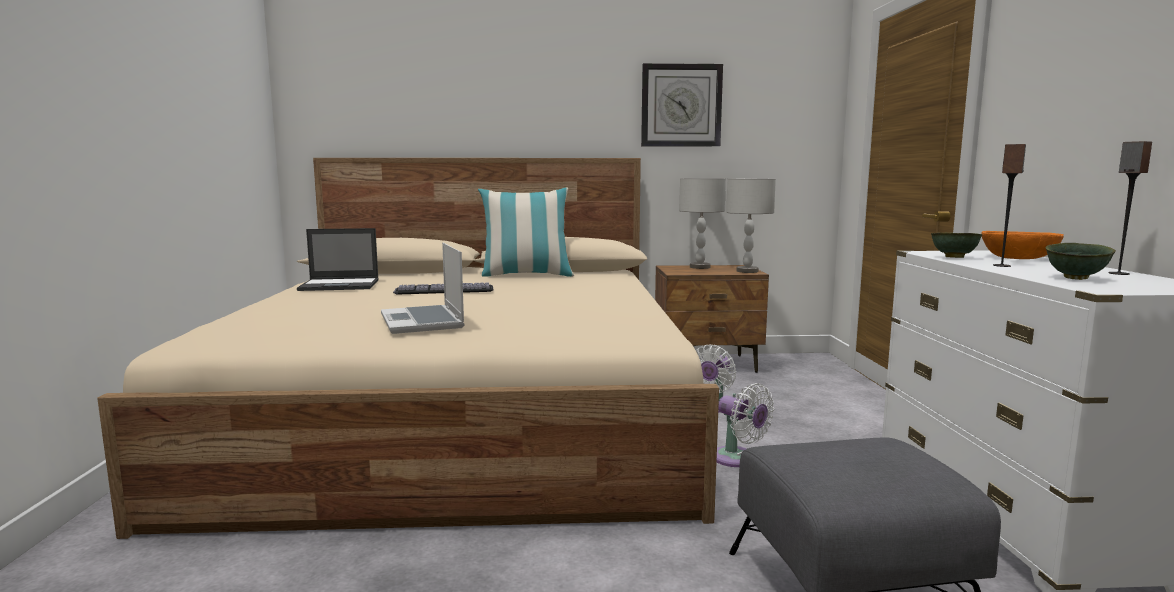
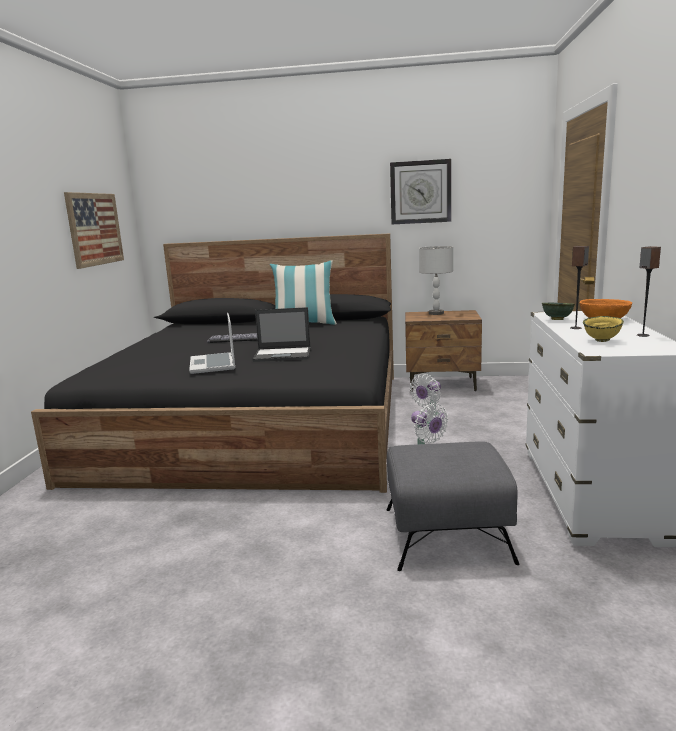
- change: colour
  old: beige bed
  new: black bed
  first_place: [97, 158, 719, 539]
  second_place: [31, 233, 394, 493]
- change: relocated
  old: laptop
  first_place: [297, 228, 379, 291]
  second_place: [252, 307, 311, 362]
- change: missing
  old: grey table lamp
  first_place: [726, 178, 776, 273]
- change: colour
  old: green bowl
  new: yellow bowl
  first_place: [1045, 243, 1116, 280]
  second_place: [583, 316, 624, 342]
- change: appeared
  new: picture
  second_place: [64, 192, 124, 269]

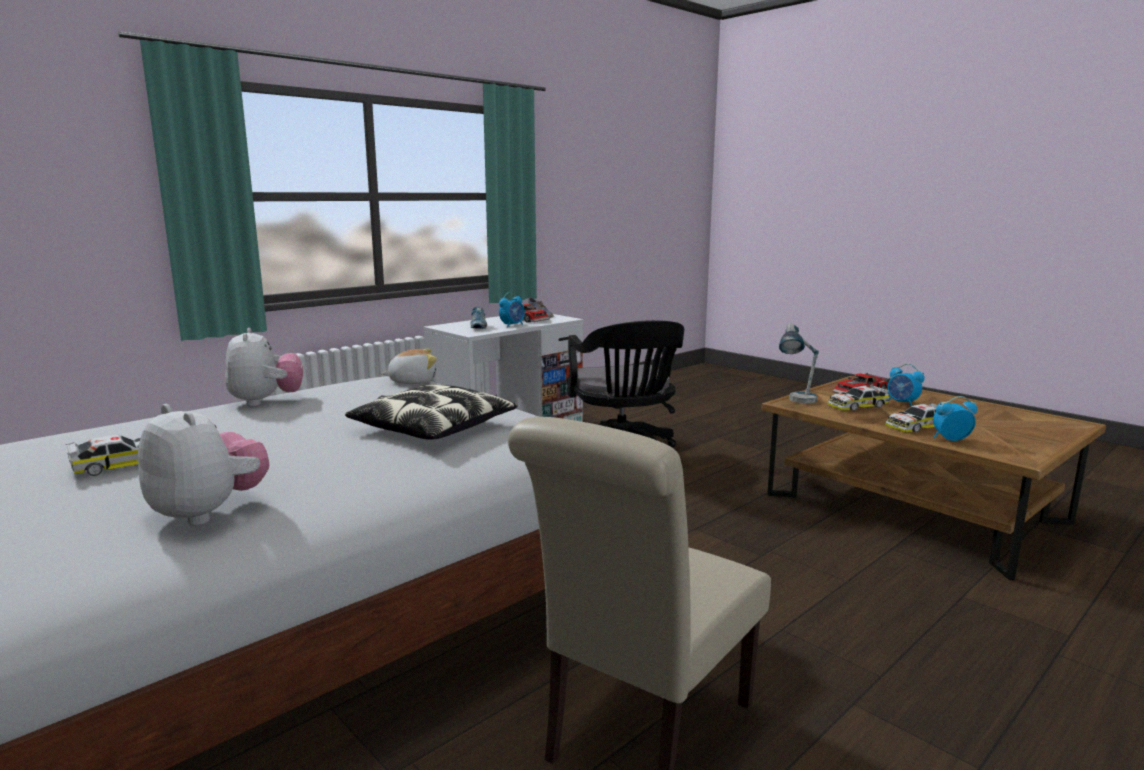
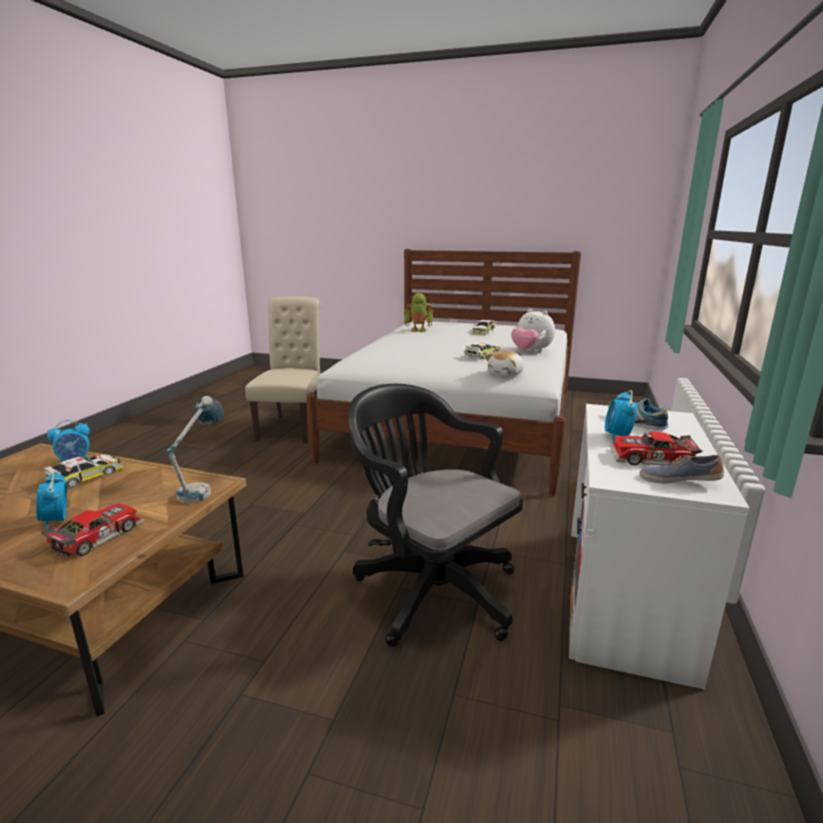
- change: exchanged
  old: plush toy
  new: toy robot
  first_place: [138, 404, 269, 526]
  second_place: [404, 293, 434, 332]
- change: missing
  old: pillow
  first_place: [345, 384, 518, 439]
- change: relocated
  old: toy car
  first_place: [827, 385, 890, 411]
  second_place: [465, 342, 500, 359]
- change: spun
  old: alarm clock
  first_place: [887, 364, 924, 406]
  second_place: [36, 471, 67, 530]
  degrees: -135

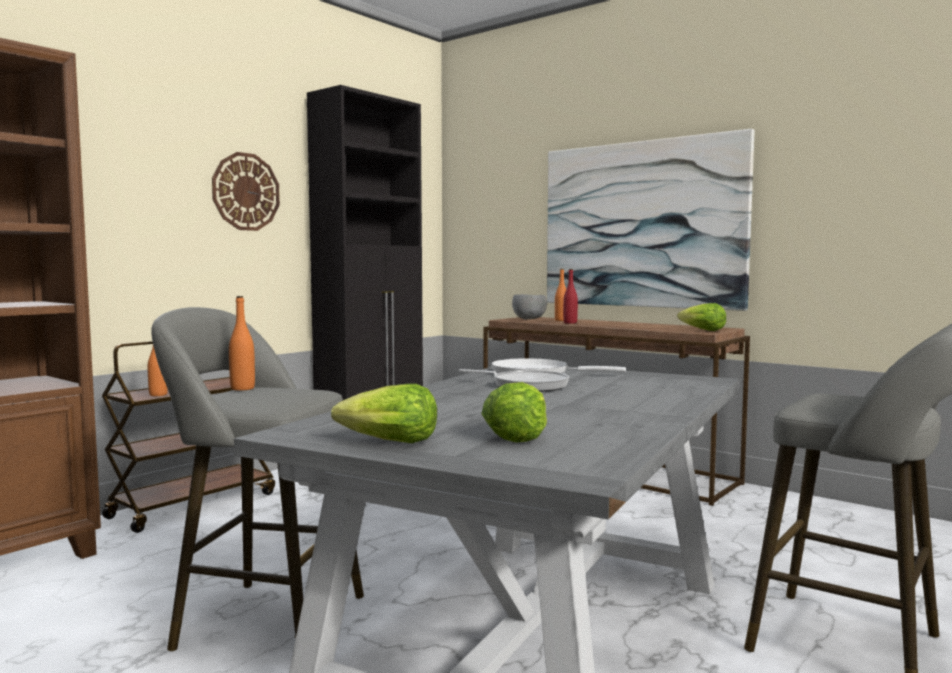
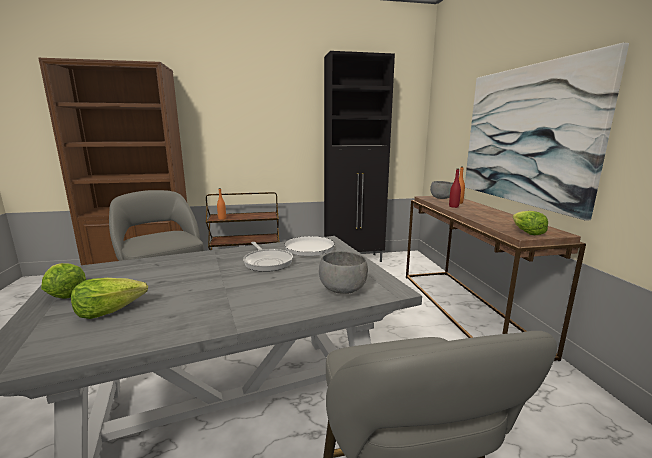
- change: missing
  old: wall clock
  first_place: [212, 152, 280, 231]
- change: missing
  old: orange bottle
  first_place: [229, 296, 255, 391]
- change: appeared
  new: grey bowl
  second_place: [319, 251, 368, 294]

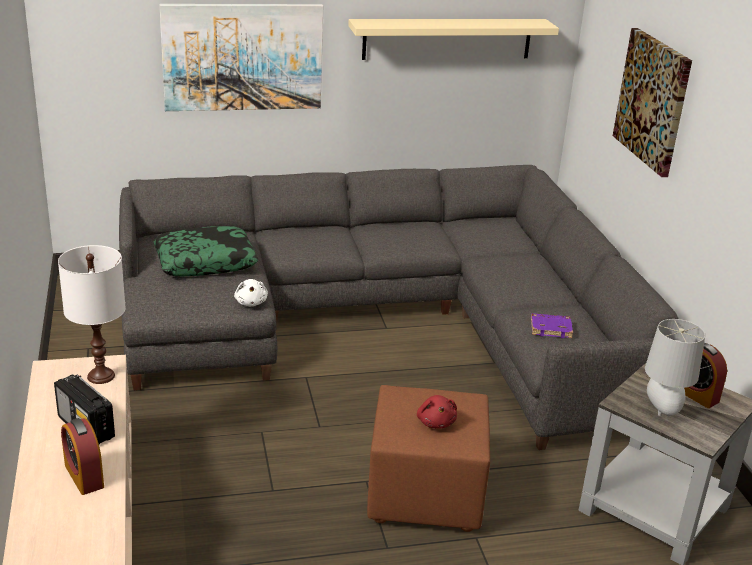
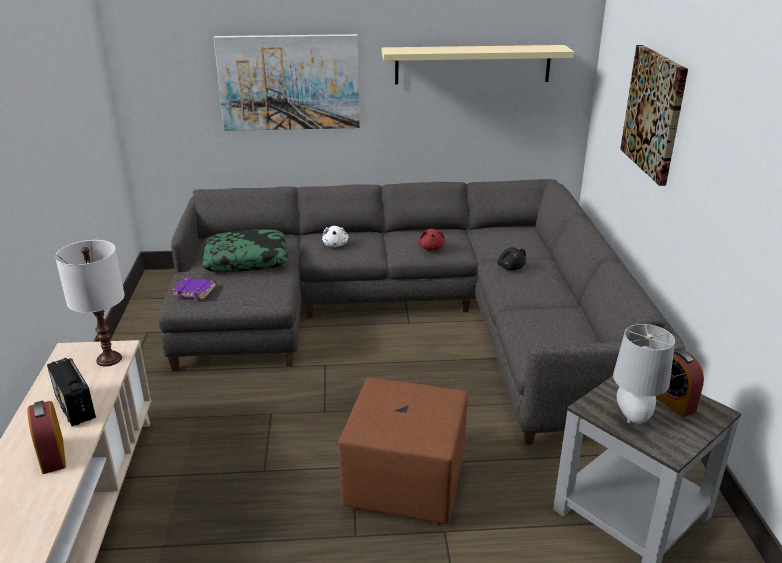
- change: relocated
  old: white plush toy
  first_place: [234, 279, 268, 306]
  second_place: [322, 226, 349, 247]
- change: relocated
  old: red plush toy
  first_place: [417, 395, 457, 429]
  second_place: [418, 229, 445, 250]
- change: relocated
  old: purple book
  first_place: [531, 313, 573, 338]
  second_place: [172, 278, 216, 299]
- change: appeared
  new: black plush toy
  second_place: [498, 247, 526, 270]

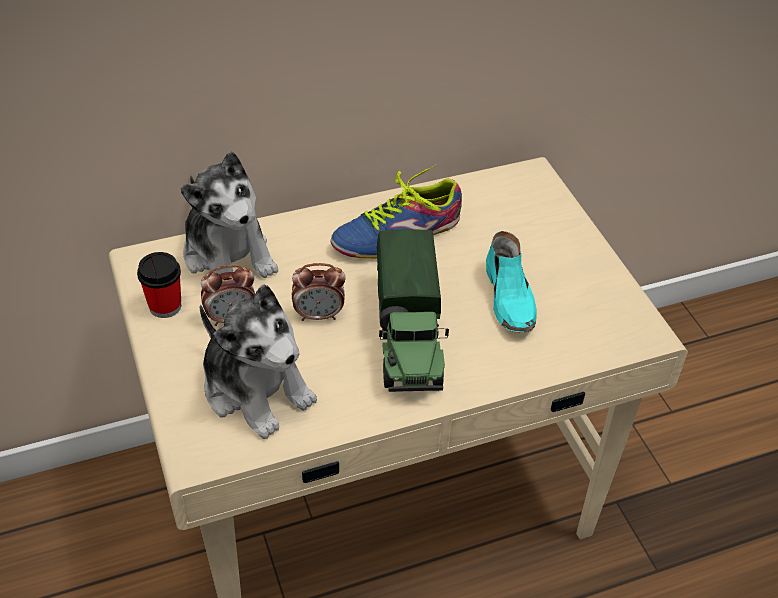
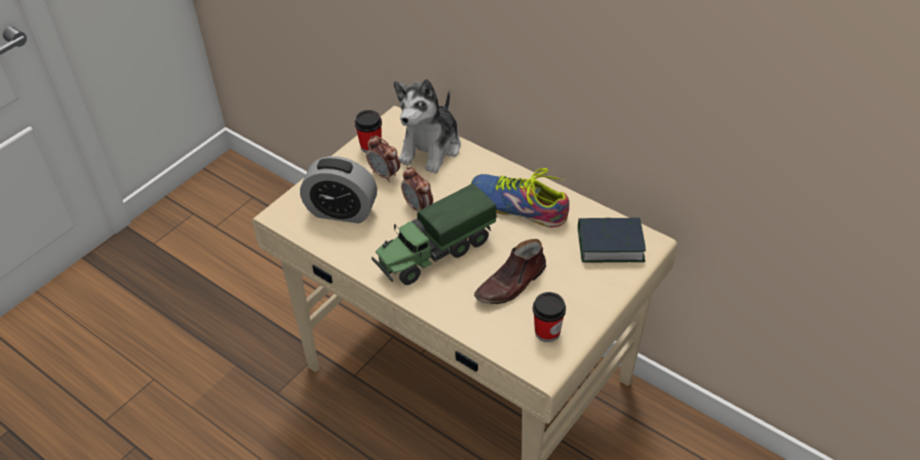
- change: exchanged
  old: plush toy
  new: alarm clock
  first_place: [200, 285, 317, 439]
  second_place: [300, 156, 377, 223]
- change: colour
  old: turquoise shoe
  new: brown shoe
  first_place: [486, 231, 537, 333]
  second_place: [474, 239, 546, 304]
- change: appeared
  new: cup
  second_place: [533, 292, 566, 342]
- change: appeared
  new: book
  second_place: [578, 218, 646, 262]

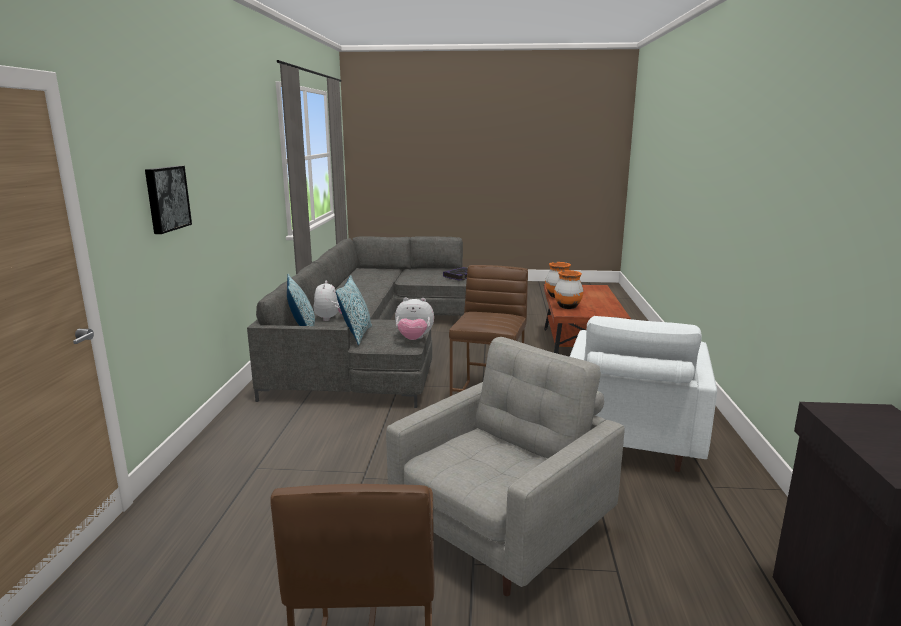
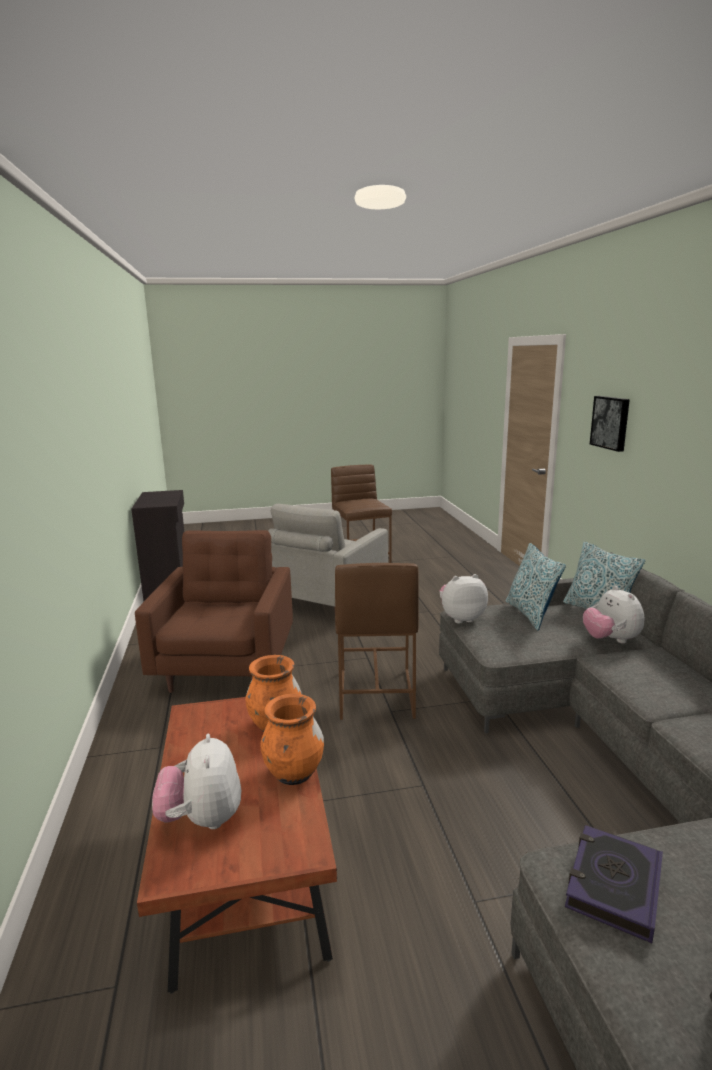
- change: colour
  old: white armchair
  new: brown armchair
  first_place: [569, 316, 717, 472]
  second_place: [135, 530, 293, 693]
- change: appeared
  new: plush toy
  second_place: [152, 734, 241, 829]

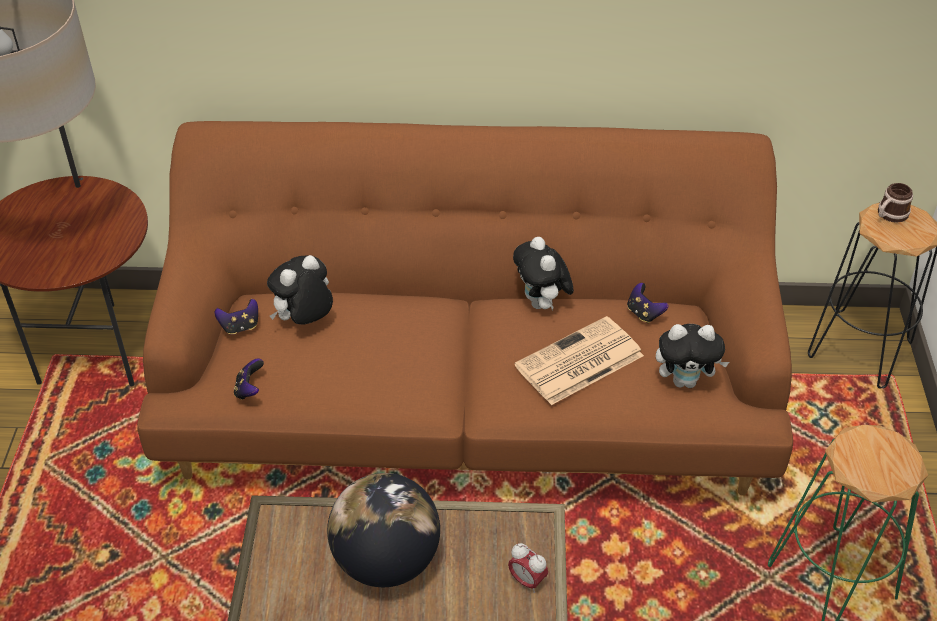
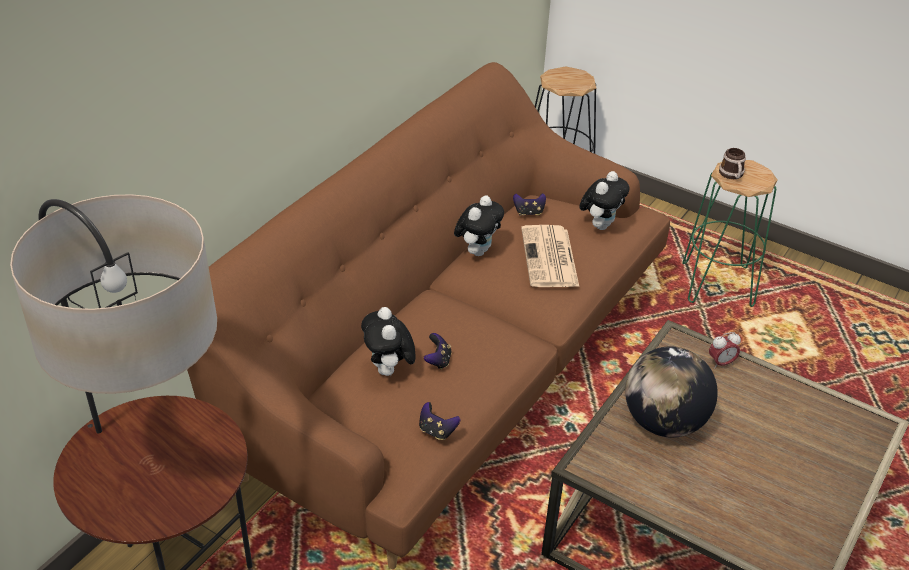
- change: relocated
  old: game controller
  first_place: [215, 299, 258, 334]
  second_place: [424, 333, 452, 370]
- change: spun
  old: plush toy
  first_place: [513, 237, 574, 310]
  second_place: [454, 195, 504, 256]
  degrees: -75
- change: relocated
  old: mug
  first_place: [878, 183, 913, 223]
  second_place: [719, 148, 746, 179]

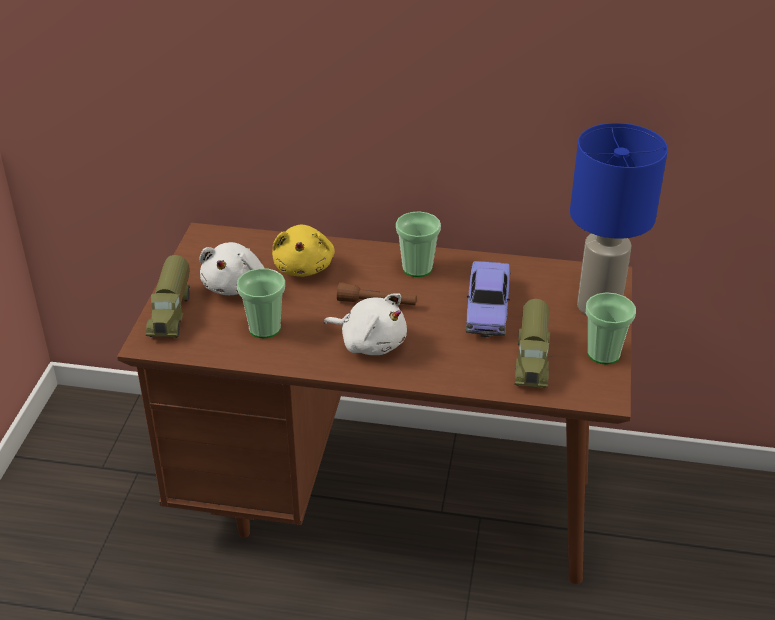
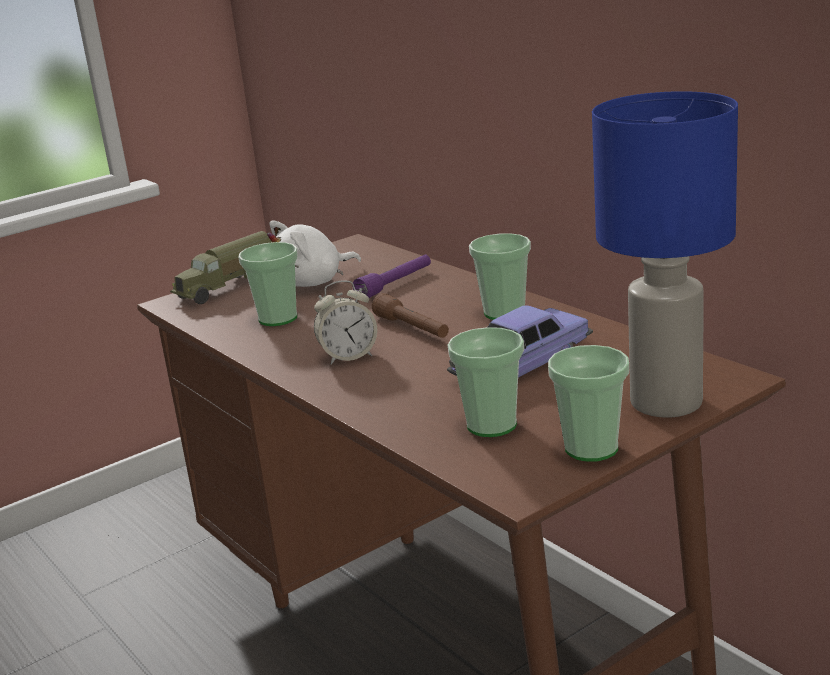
- change: exchanged
  old: yellow plush toy
  new: purple flashlight
  first_place: [272, 225, 335, 277]
  second_place: [353, 255, 431, 298]
- change: exchanged
  old: white plush toy
  new: alarm clock
  first_place: [324, 293, 407, 355]
  second_place: [314, 280, 377, 365]
- change: exchanged
  old: toy truck
  new: cup
  first_place: [515, 299, 553, 388]
  second_place: [448, 327, 524, 437]

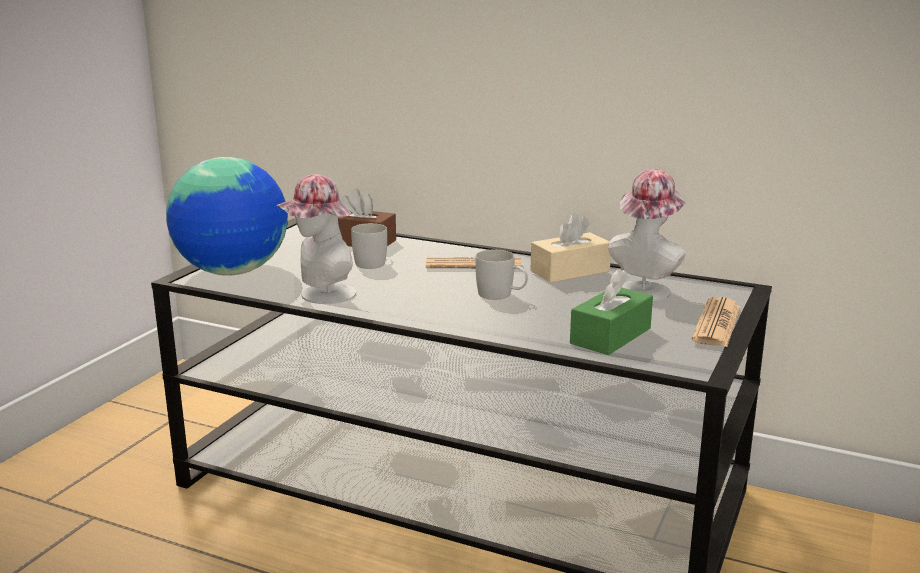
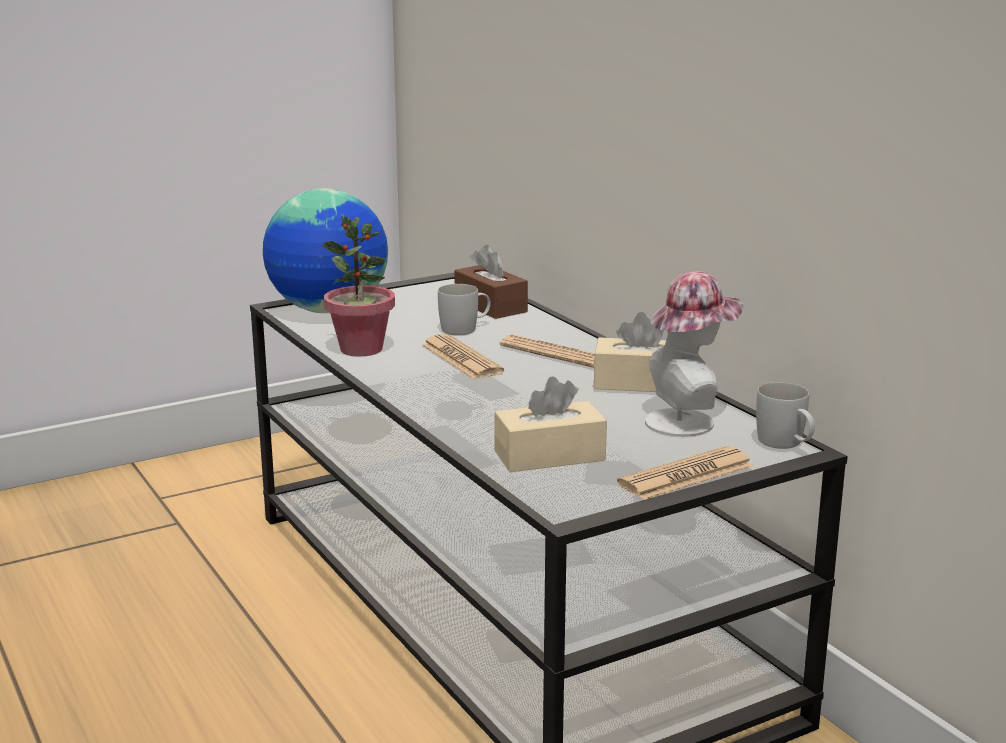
- change: exchanged
  old: hat
  new: potted plant
  first_place: [276, 174, 356, 304]
  second_place: [322, 216, 395, 356]
- change: relocated
  old: white mug
  first_place: [475, 250, 528, 300]
  second_place: [756, 382, 815, 449]
- change: colour
  old: green tissue box
  new: beige tissue box
  first_place: [570, 269, 653, 355]
  second_place: [494, 376, 607, 472]
- change: appeared
  new: newspaper
  second_place: [422, 334, 504, 379]

